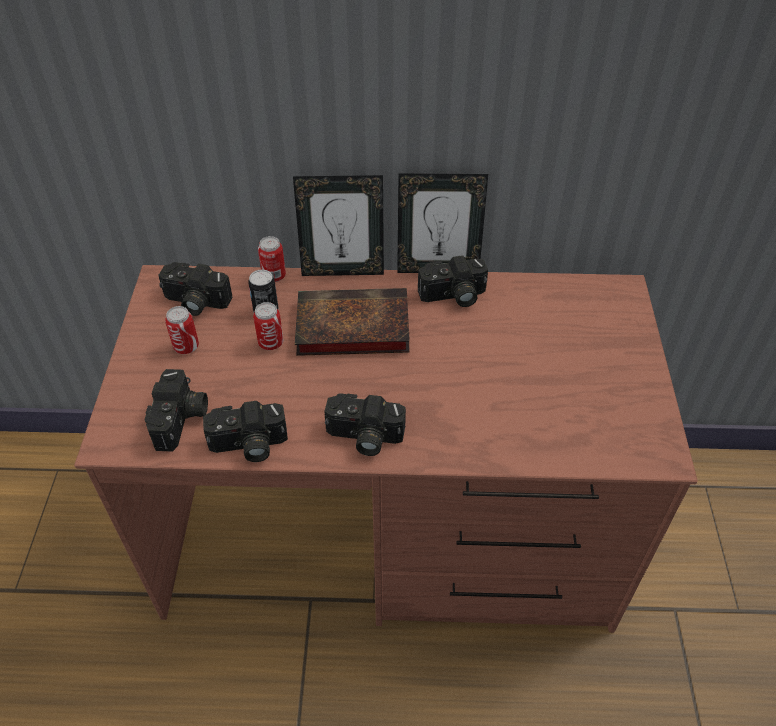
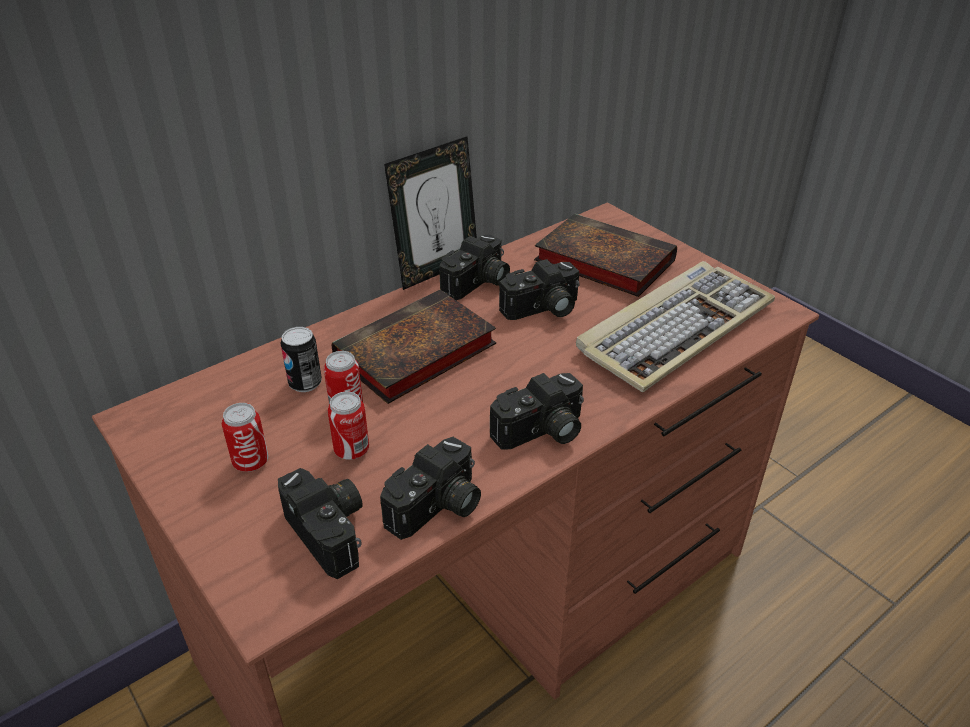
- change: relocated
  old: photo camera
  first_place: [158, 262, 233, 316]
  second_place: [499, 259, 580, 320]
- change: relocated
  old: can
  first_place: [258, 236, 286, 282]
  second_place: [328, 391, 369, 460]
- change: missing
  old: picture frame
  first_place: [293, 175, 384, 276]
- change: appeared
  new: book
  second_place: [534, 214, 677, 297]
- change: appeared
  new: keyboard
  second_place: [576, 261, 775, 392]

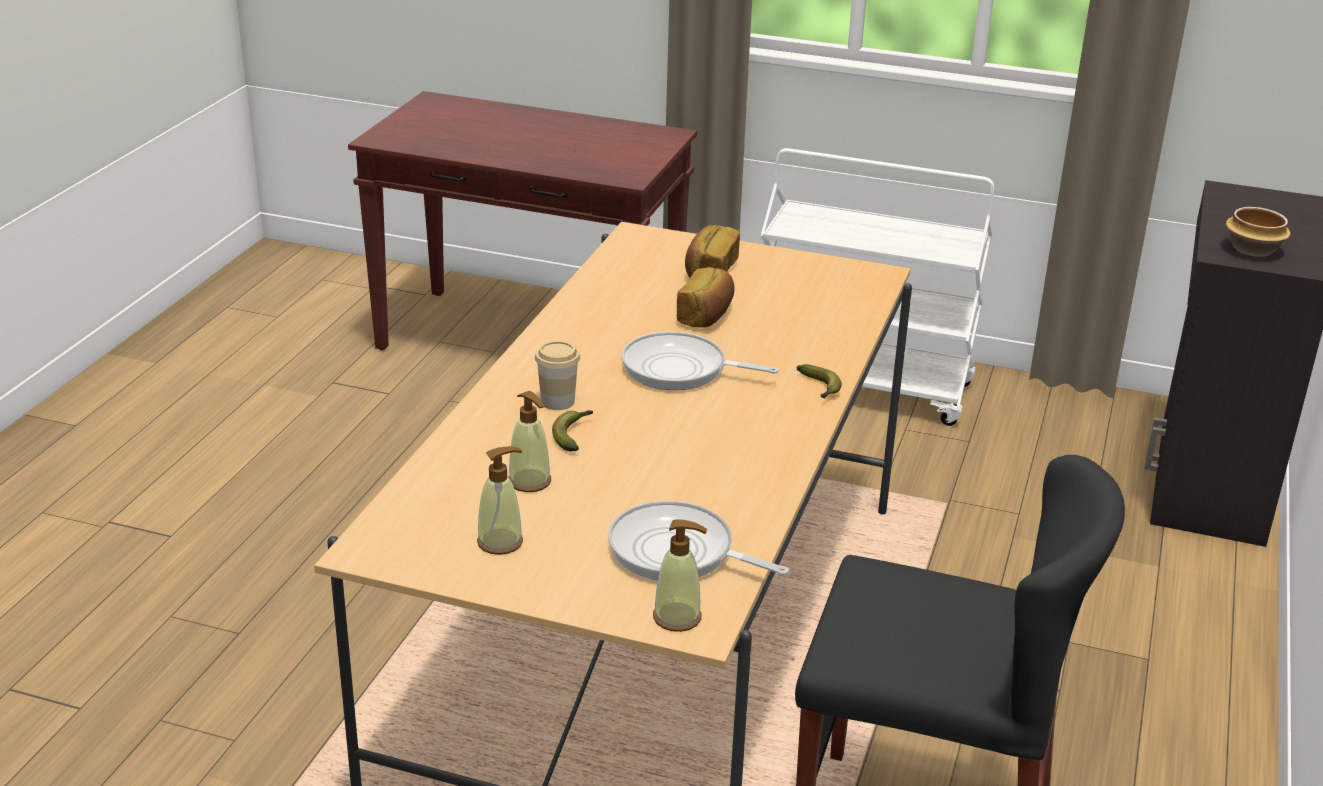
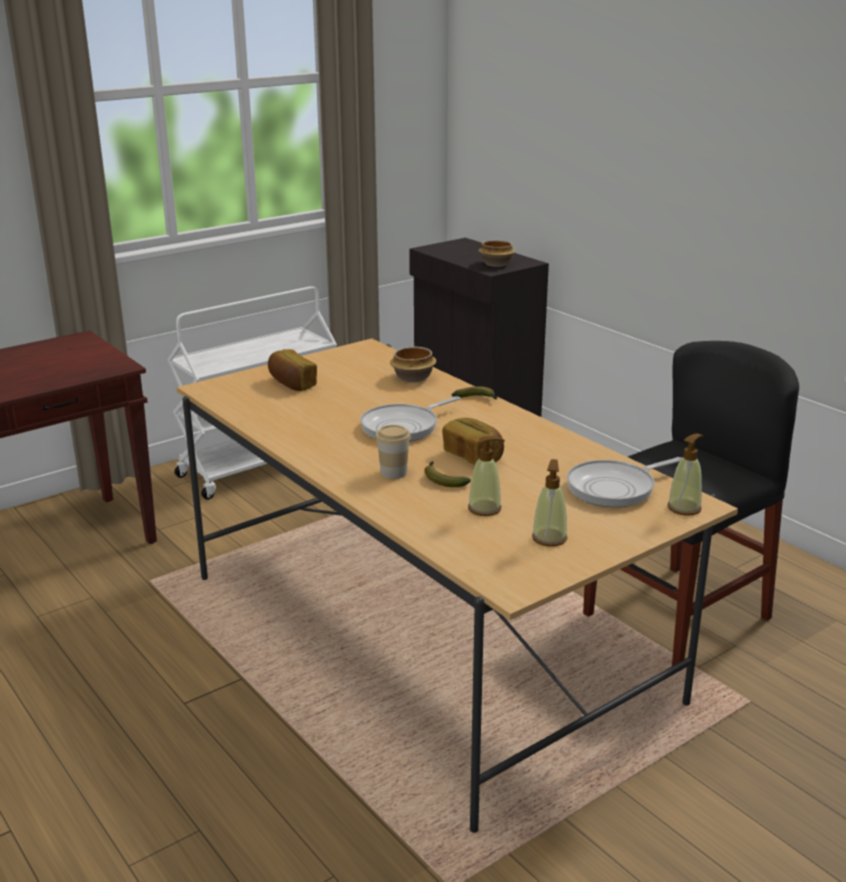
- change: relocated
  old: bread
  first_place: [677, 267, 735, 328]
  second_place: [442, 418, 504, 465]
- change: appeared
  new: bowl
  second_place: [390, 347, 437, 383]

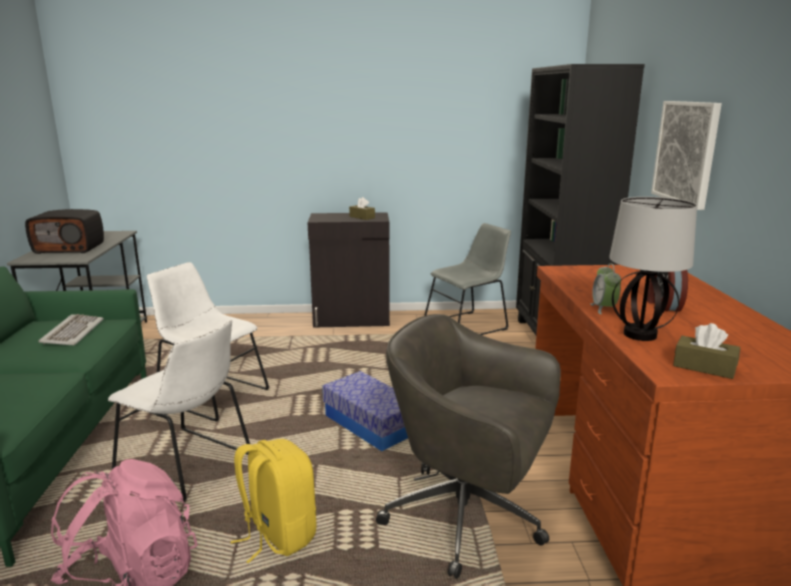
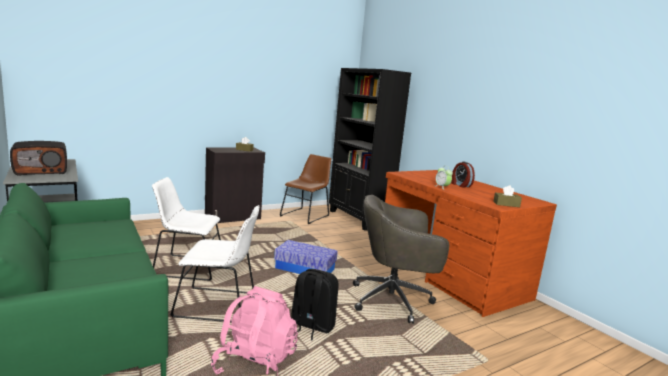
- change: missing
  old: keyboard
  first_place: [38, 314, 104, 345]
- change: colour
  old: yellow backpack
  new: black backpack
  first_place: [230, 439, 316, 564]
  second_place: [291, 269, 338, 341]
- change: colour
  old: grey chair
  new: brown chair
  first_place: [424, 223, 511, 335]
  second_place: [280, 154, 331, 224]
- change: missing
  old: table lamp
  first_place: [609, 197, 697, 341]
- change: missing
  old: picture
  first_place: [651, 101, 722, 210]

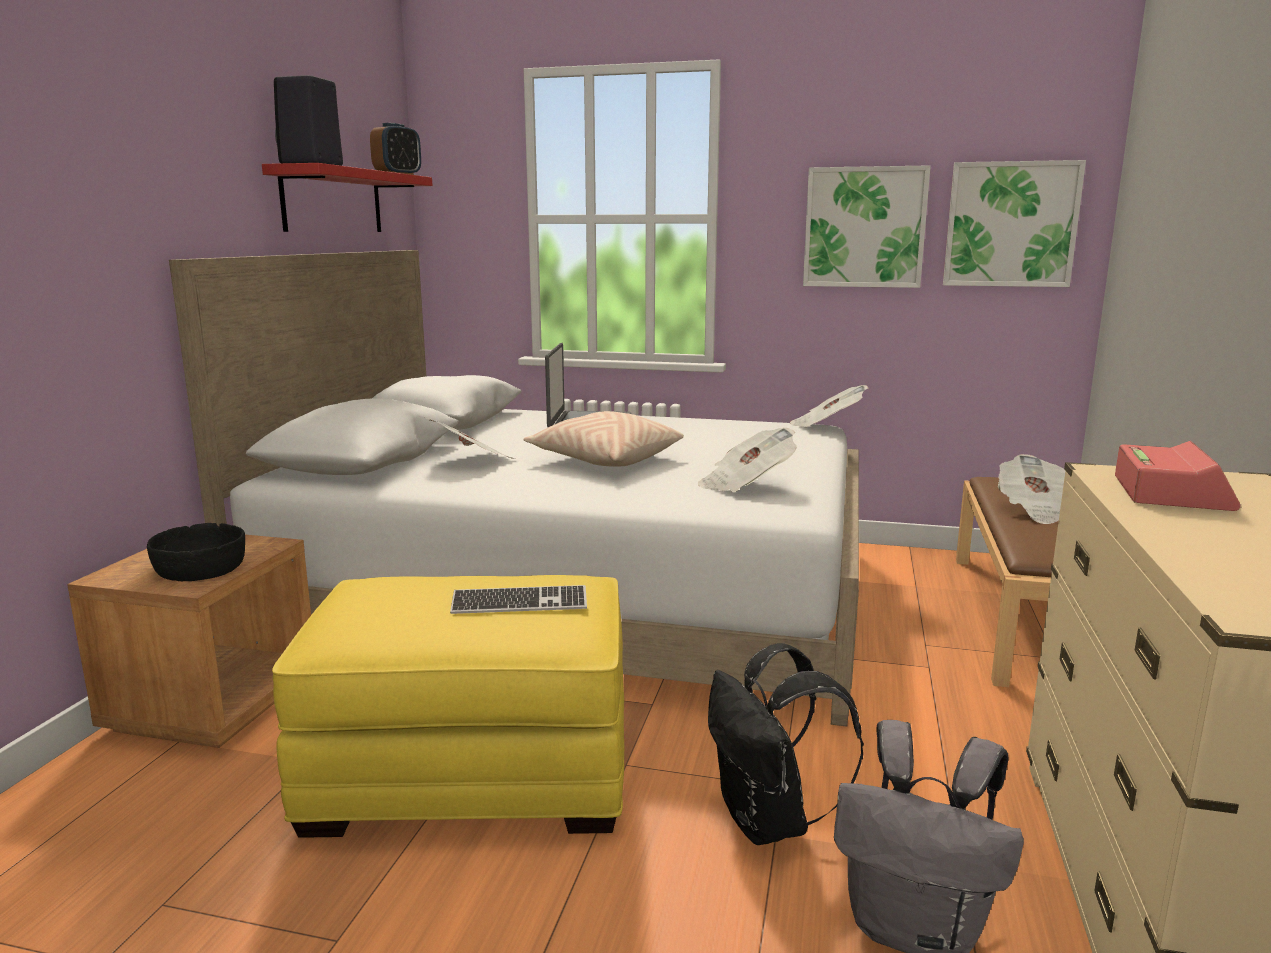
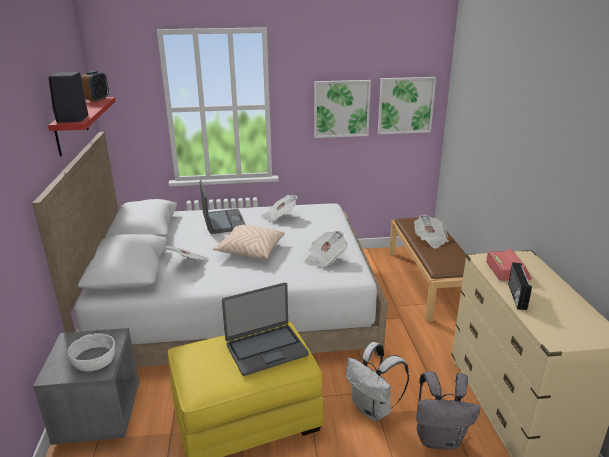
- change: colour
  old: brown nightstand
  new: grey nightstand
  first_place: [67, 535, 311, 748]
  second_place: [33, 328, 139, 445]
- change: colour
  old: black bowl
  new: white bowl
  first_place: [147, 523, 245, 581]
  second_place: [68, 333, 115, 371]
- change: exchanged
  old: keyboard
  new: laptop
  first_place: [450, 585, 587, 614]
  second_place: [222, 282, 309, 376]
- change: colour
  old: black backpack
  new: white backpack
  first_place: [708, 643, 864, 845]
  second_place: [346, 342, 409, 421]
- change: relocated
  old: newspaper
  first_place: [790, 385, 868, 427]
  second_place: [261, 195, 298, 222]
- change: appeared
  new: radio
  second_place: [508, 262, 532, 310]

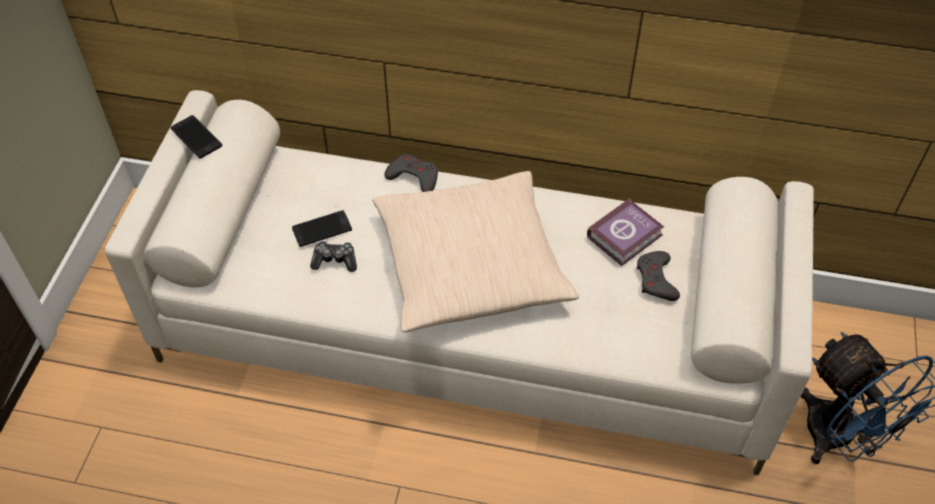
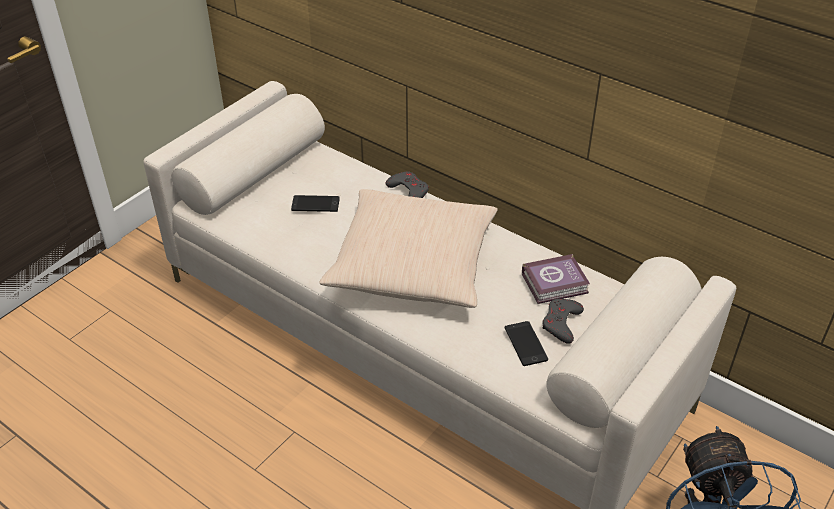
- change: relocated
  old: phone
  first_place: [170, 115, 222, 159]
  second_place: [505, 321, 548, 366]
- change: missing
  old: game controller
  first_place: [310, 241, 357, 272]

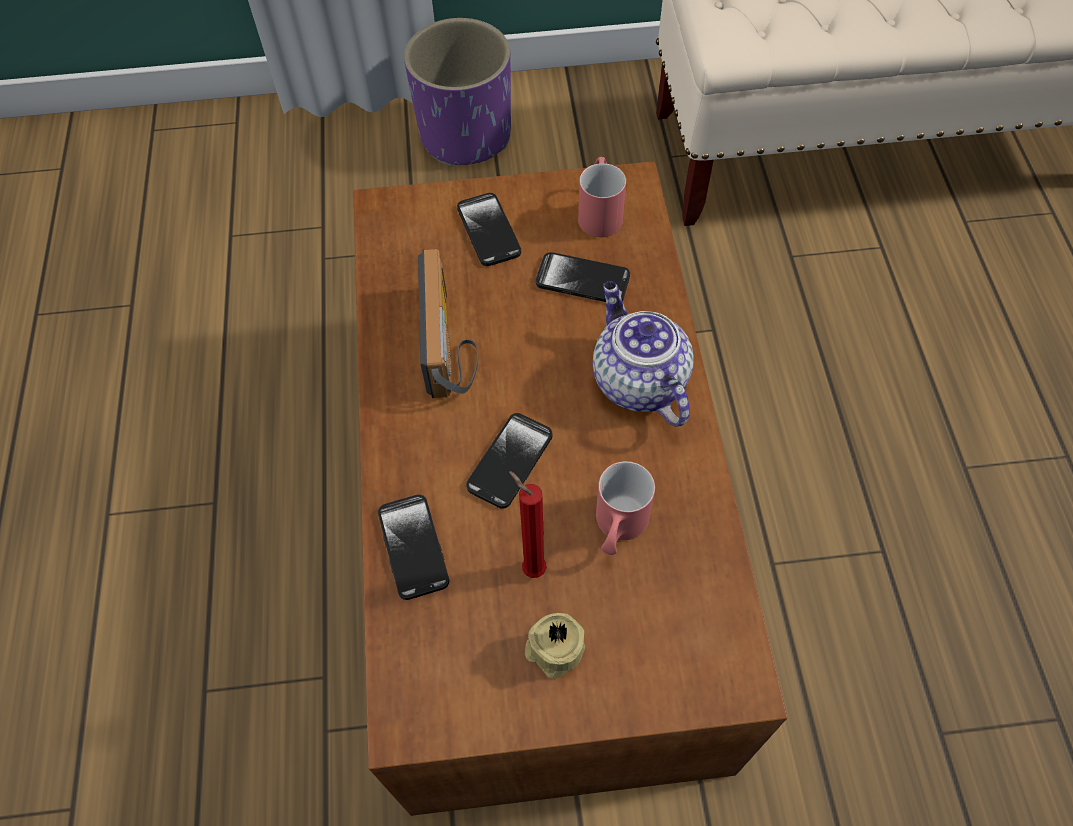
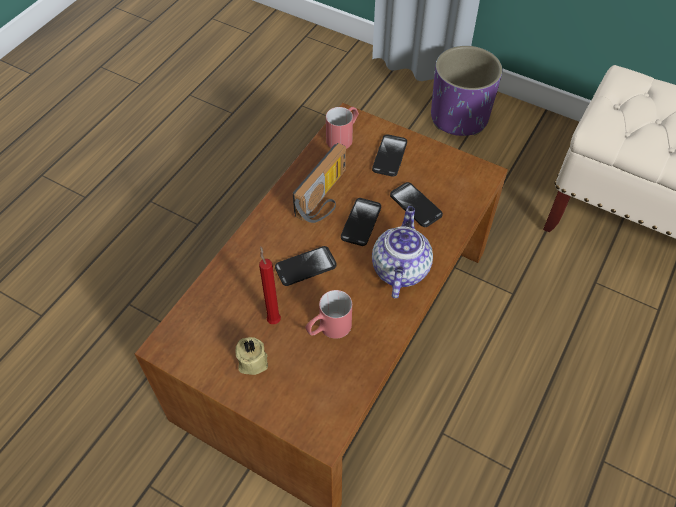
- change: relocated
  old: phone
  first_place: [378, 494, 449, 600]
  second_place: [341, 198, 381, 246]
- change: relocated
  old: red mug
  first_place: [578, 157, 626, 237]
  second_place: [326, 107, 359, 149]

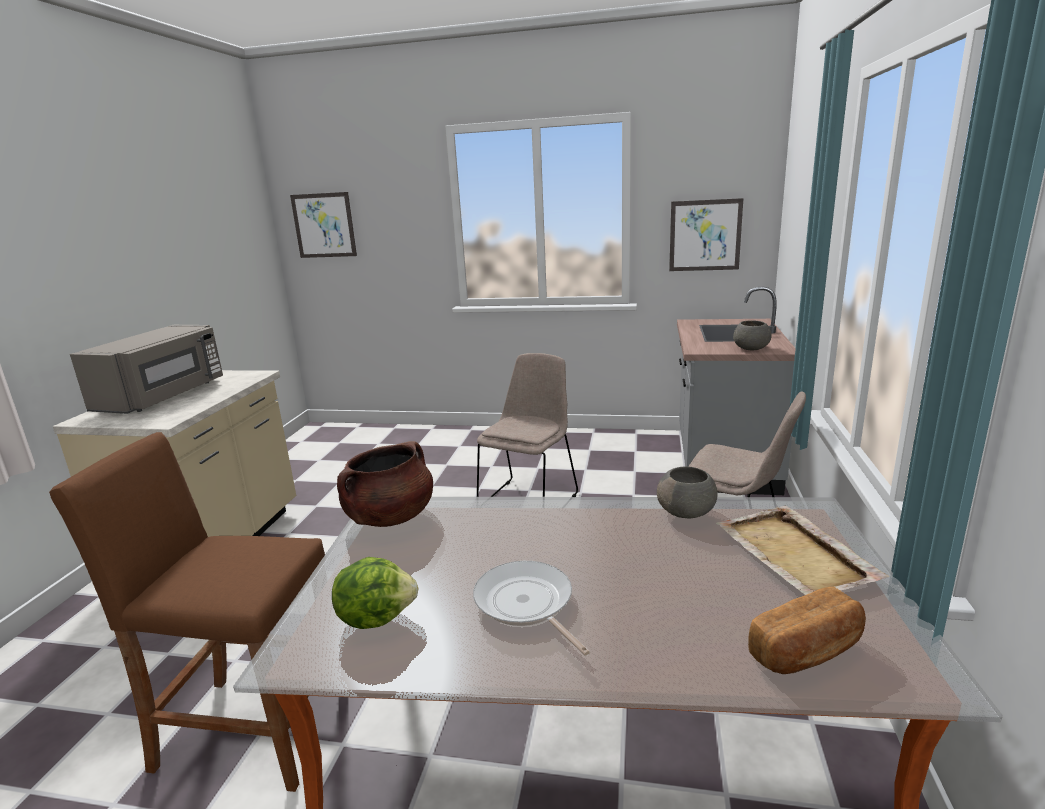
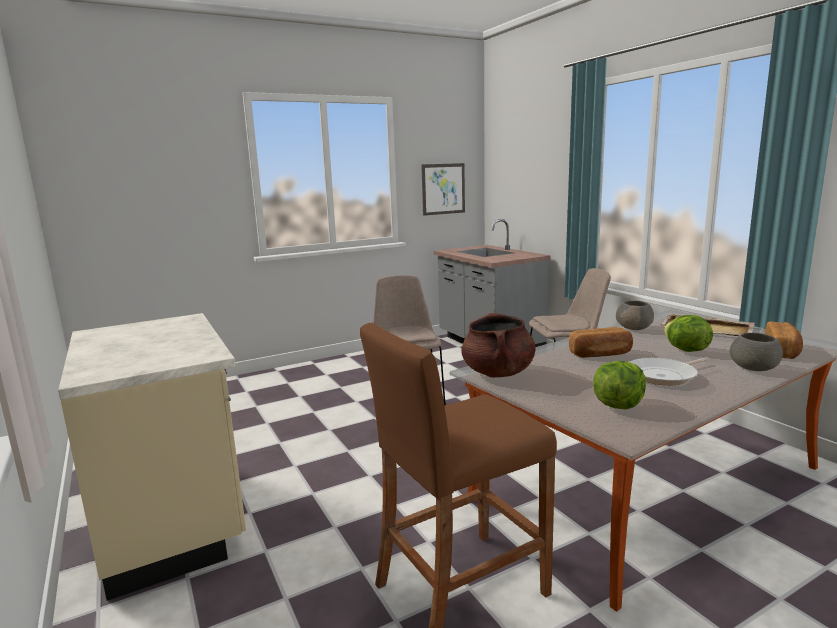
- change: missing
  old: grey microwave
  first_place: [70, 325, 223, 414]
- change: missing
  old: picture
  first_place: [290, 192, 357, 258]
- change: spun
  old: frying pan
  first_place: [473, 561, 590, 656]
  second_place: [630, 357, 709, 386]
  degrees: -45
- change: relocated
  old: grey bowl
  first_place: [733, 320, 771, 350]
  second_place: [730, 333, 783, 371]
- change: appeared
  new: bread
  second_place: [569, 327, 633, 358]
- change: appeared
  new: lettuce
  second_place: [664, 315, 713, 352]

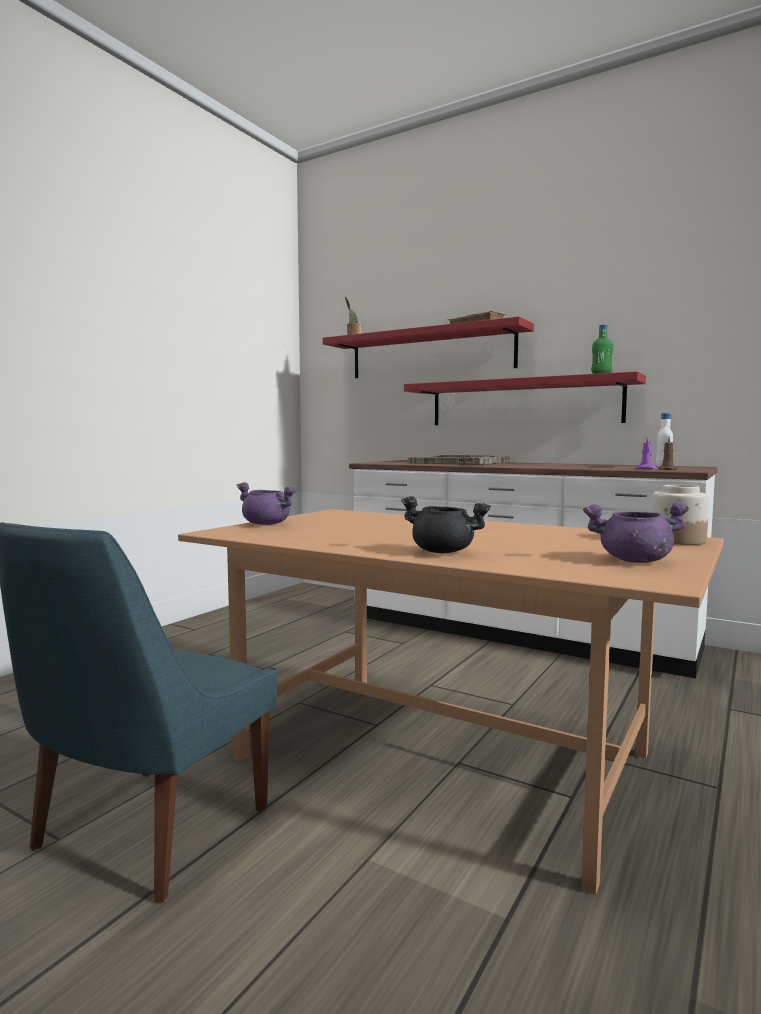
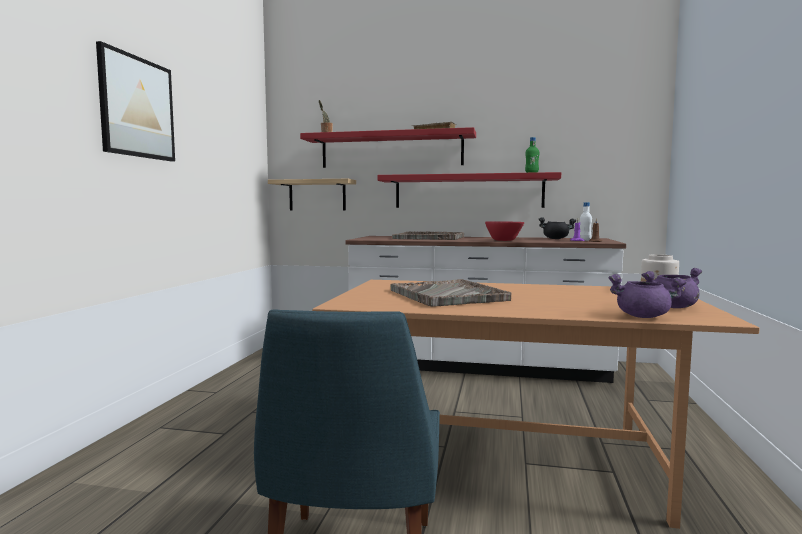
- change: relocated
  old: purple cooking pot
  first_place: [236, 482, 297, 525]
  second_place: [608, 274, 687, 318]
- change: relocated
  old: black cooking pot
  first_place: [401, 496, 491, 553]
  second_place: [538, 217, 576, 239]
- change: appeared
  new: picture
  second_place: [96, 41, 175, 161]
- change: appeared
  new: shelf
  second_place: [268, 179, 356, 211]
- change: appeared
  new: grey tray
  second_place: [390, 279, 512, 307]
- change: appeared
  new: red bowl
  second_place: [485, 221, 524, 241]

